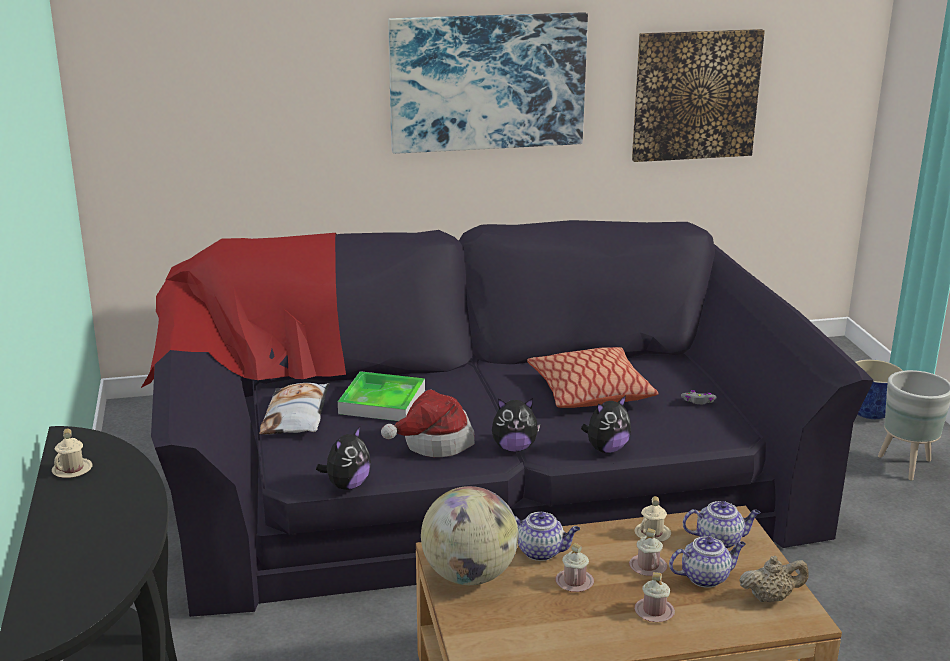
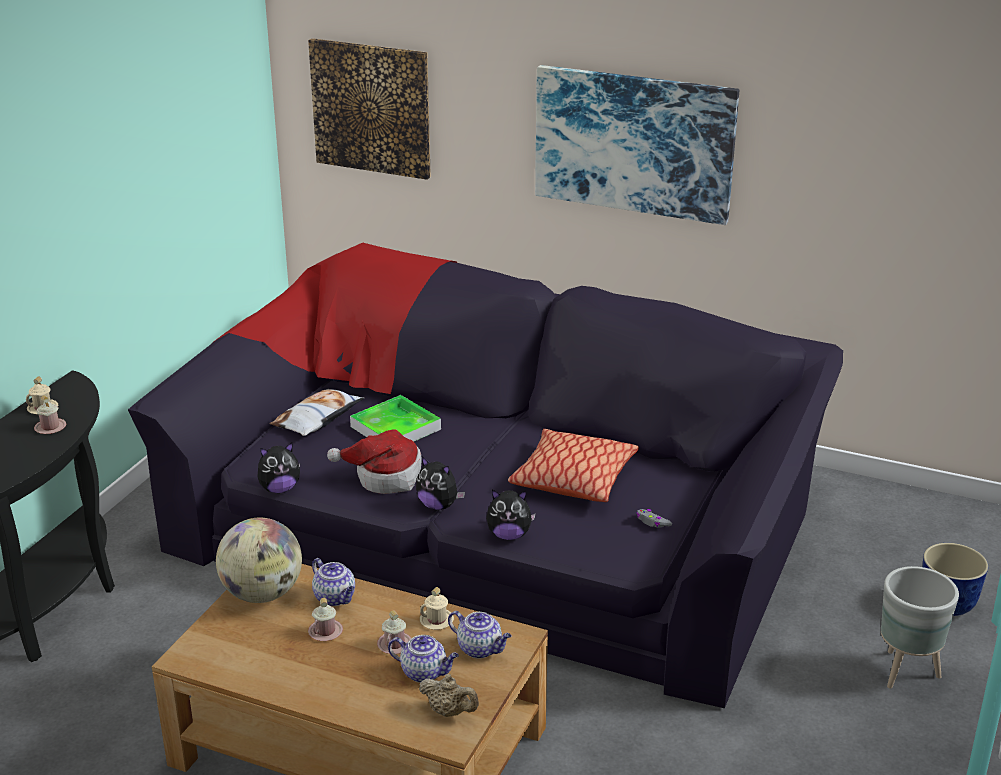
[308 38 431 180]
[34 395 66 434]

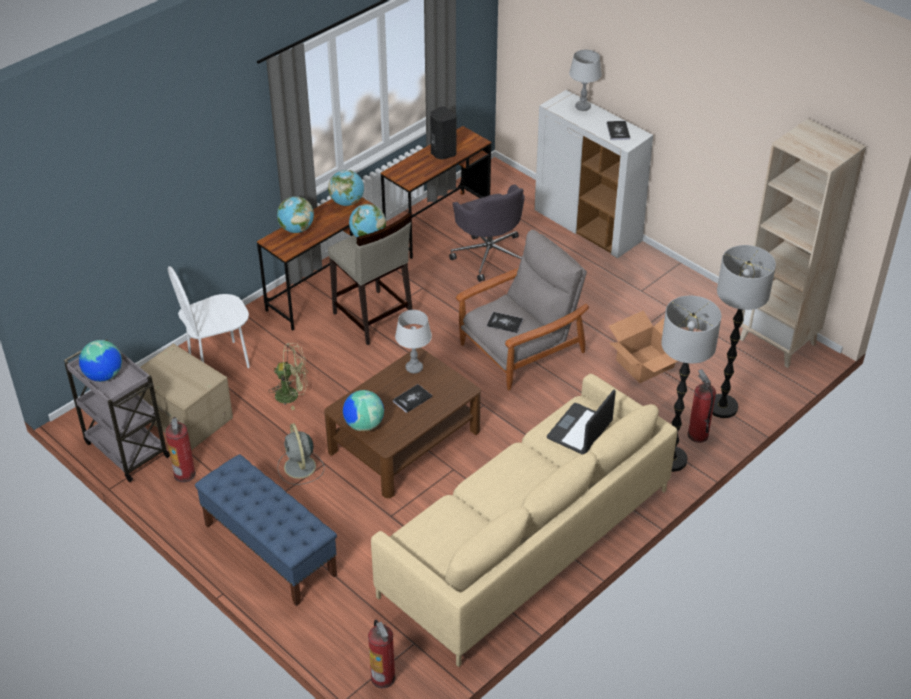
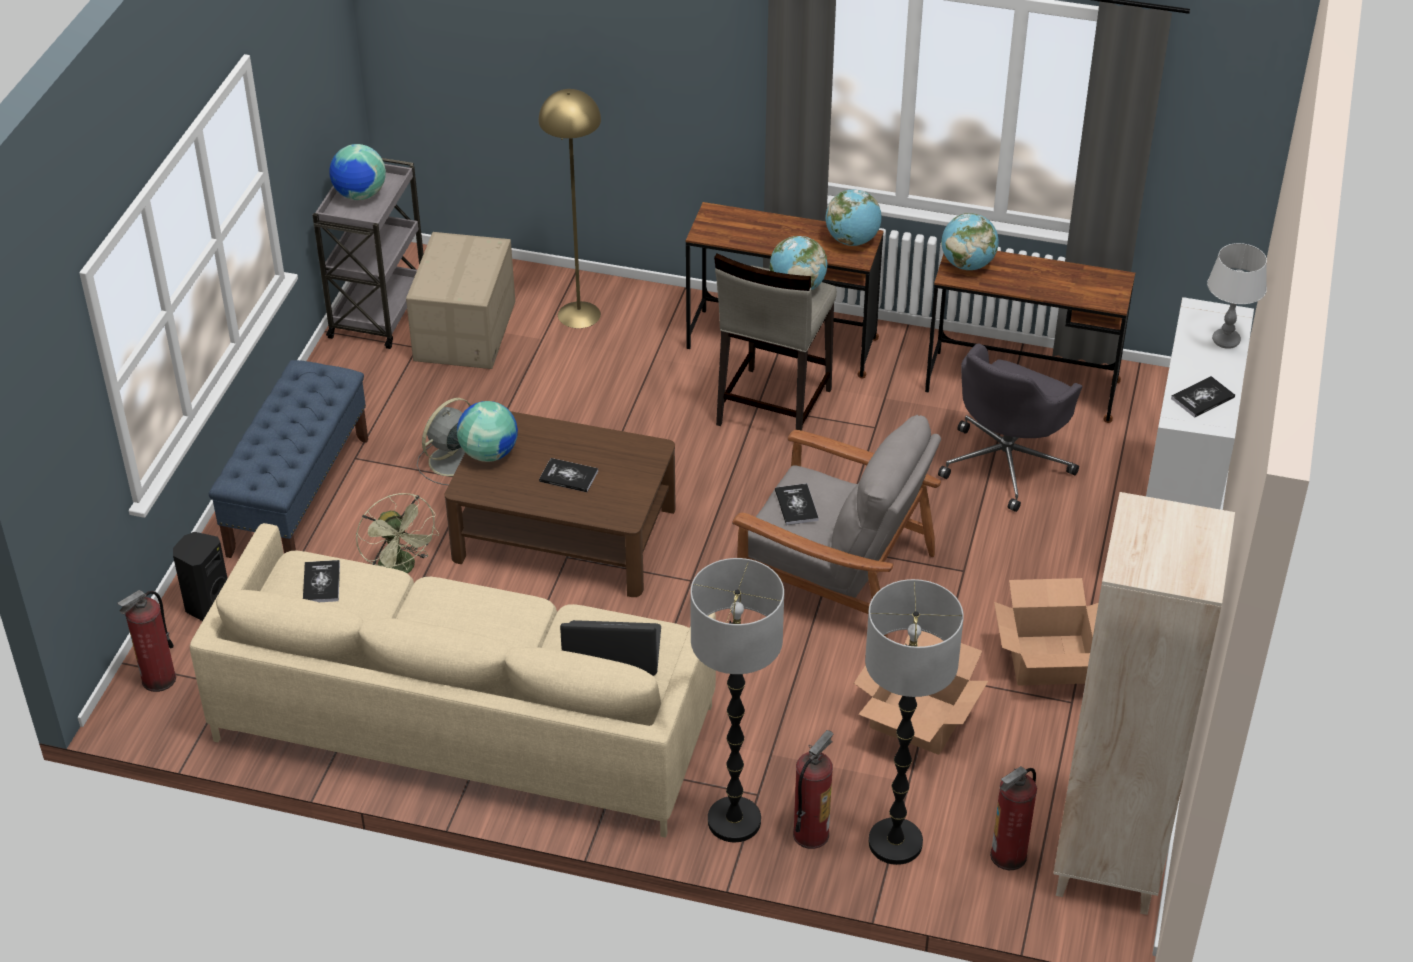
[395 310 432 374] (first image)
[303 560 340 602]
[994 578 1098 686]
[990 766 1037 870]
[356 493 439 573]
[941 213 999 270]
[173 532 228 621]
[539 89 601 328]

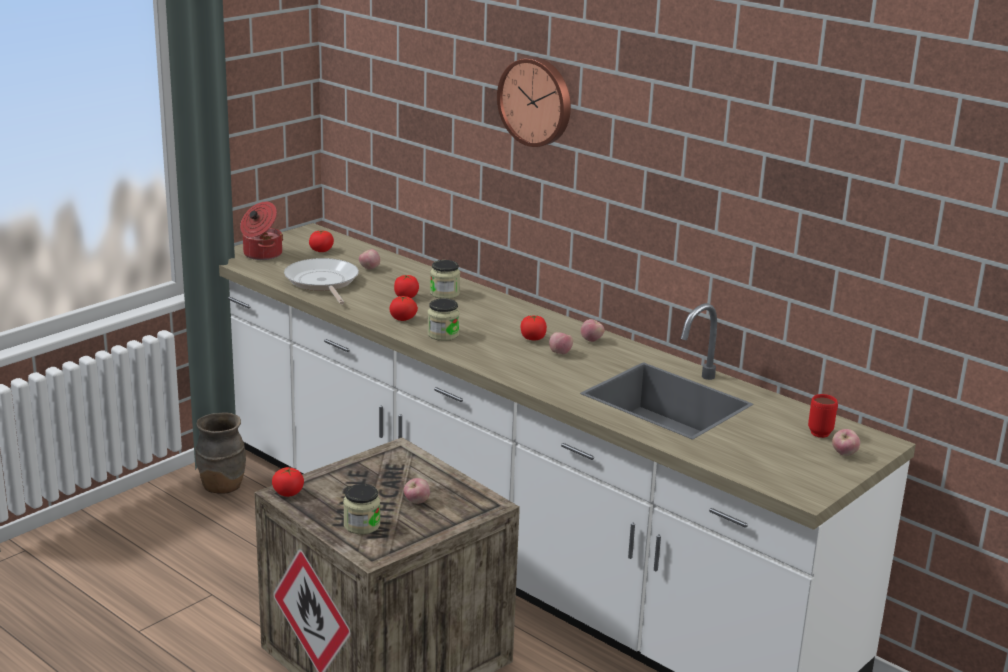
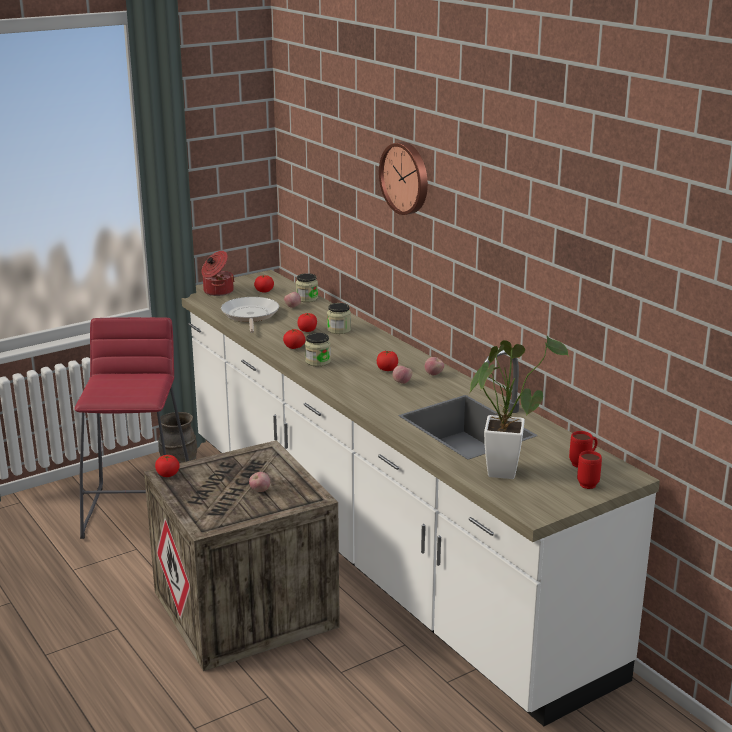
[74 317 189 539]
[469 336 569 479]
[296 273 318 302]
[577 451 602 489]

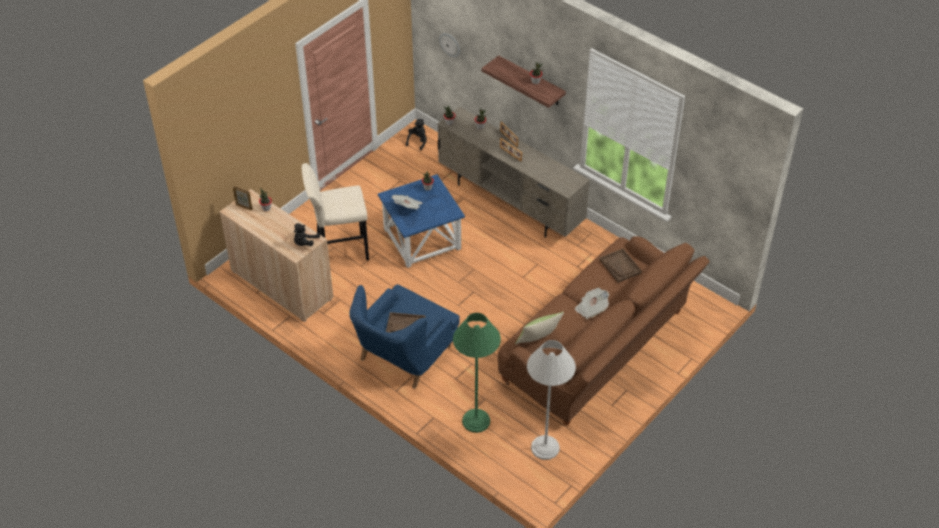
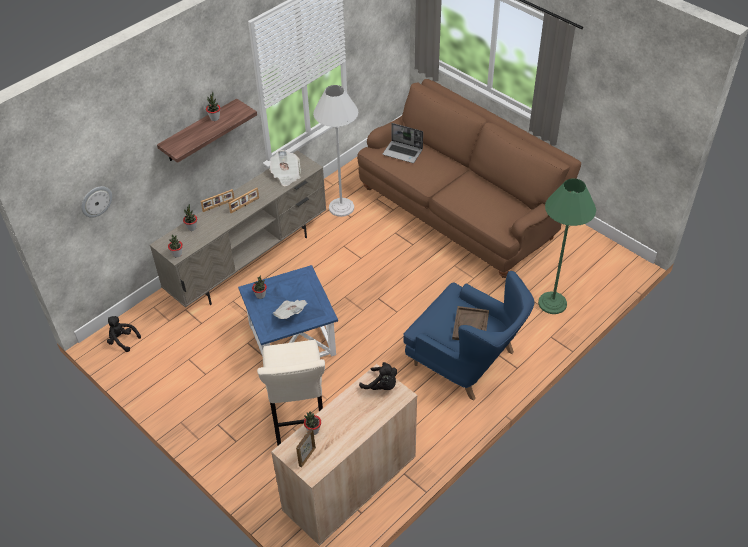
[515 312 564 344] (first image)
[313 85 358 217]
[270 150 301 186]
[383 123 423 163]

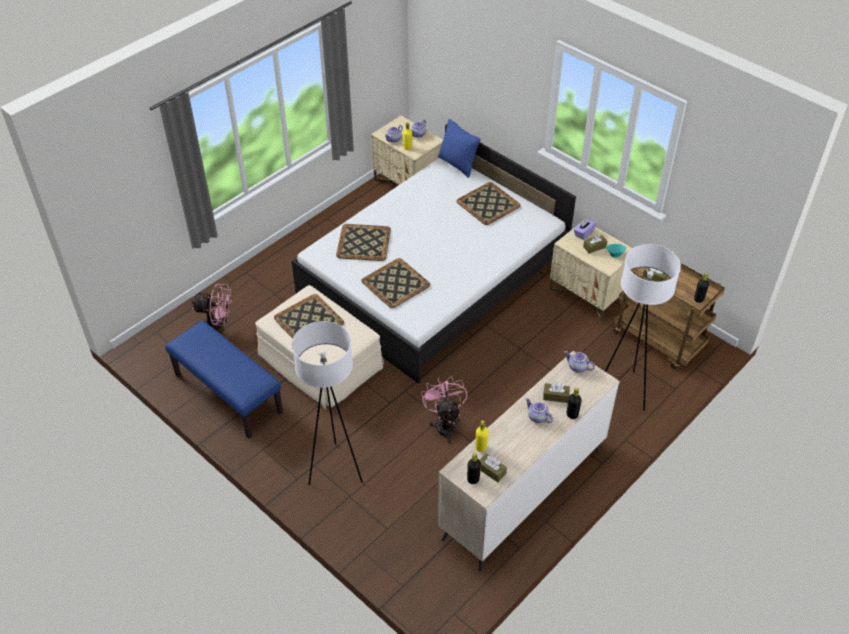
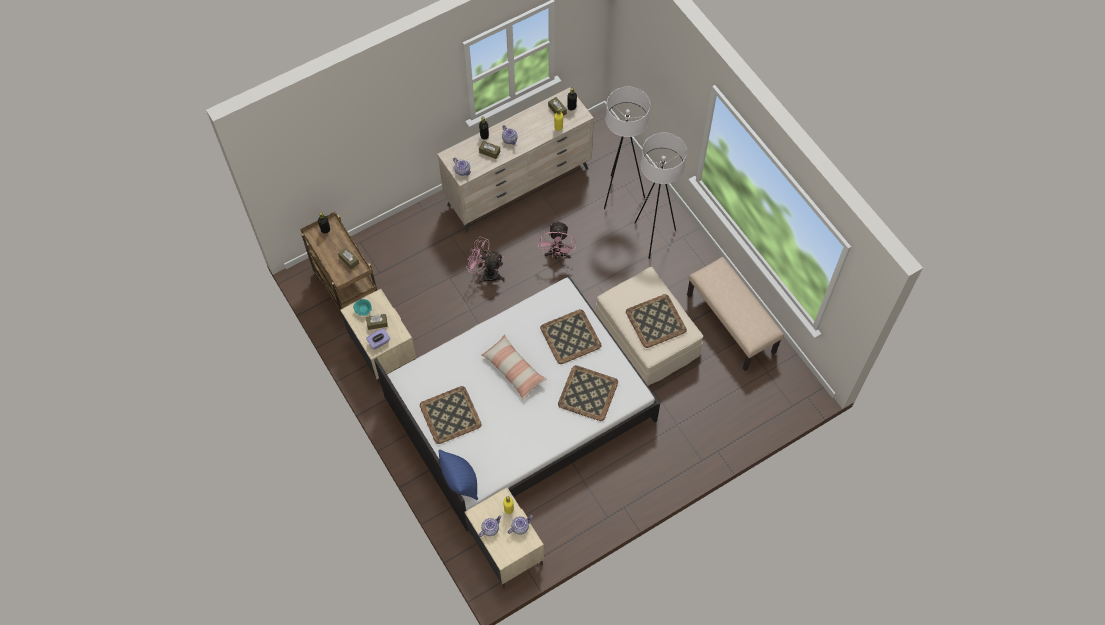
[482 334 547 401]
[466 237 505 284]
[604 87 650 209]
[687 257 784 371]

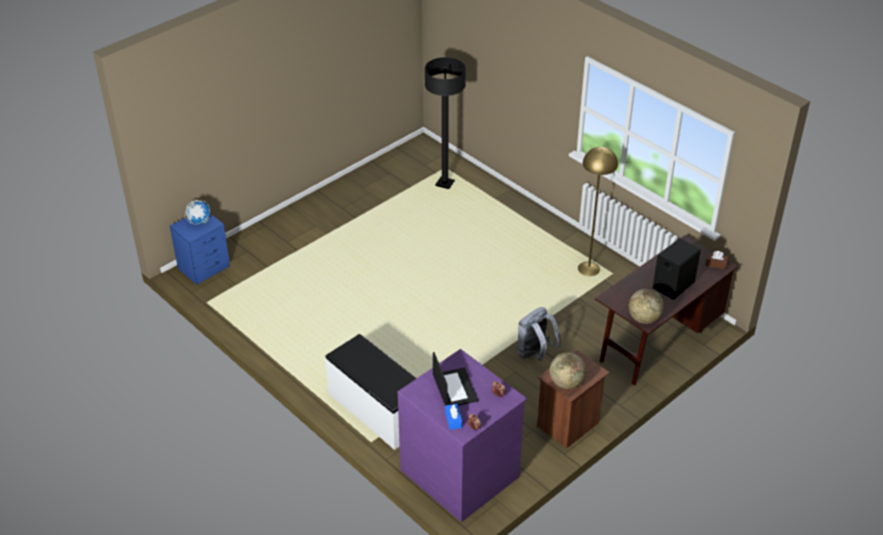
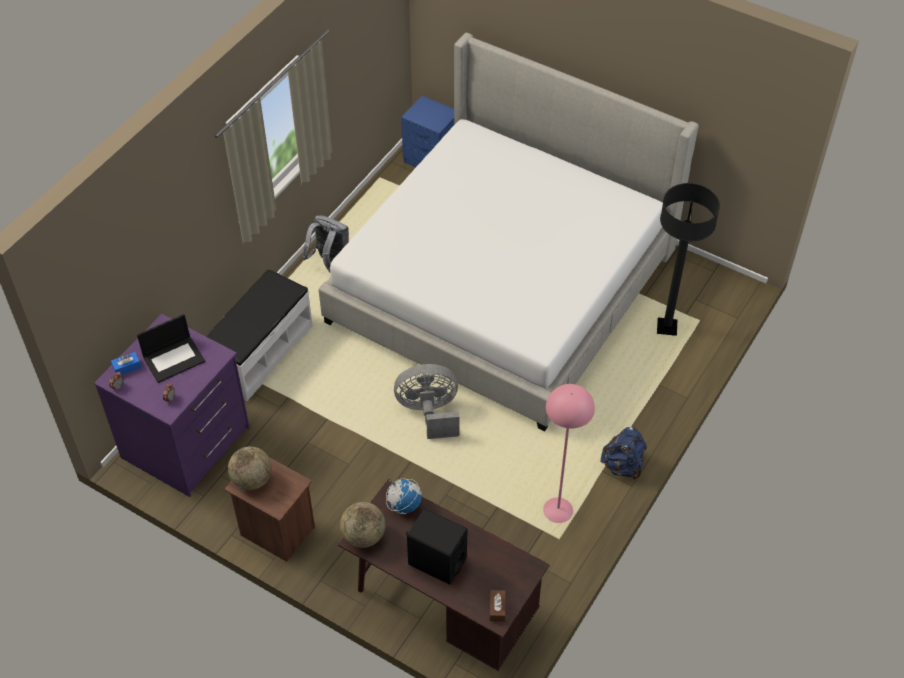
[319 33 699 432]
[394 364 460 439]
[601 427 647 480]
[386 478 422 514]
[303 215 349 273]
[543 384 595 523]

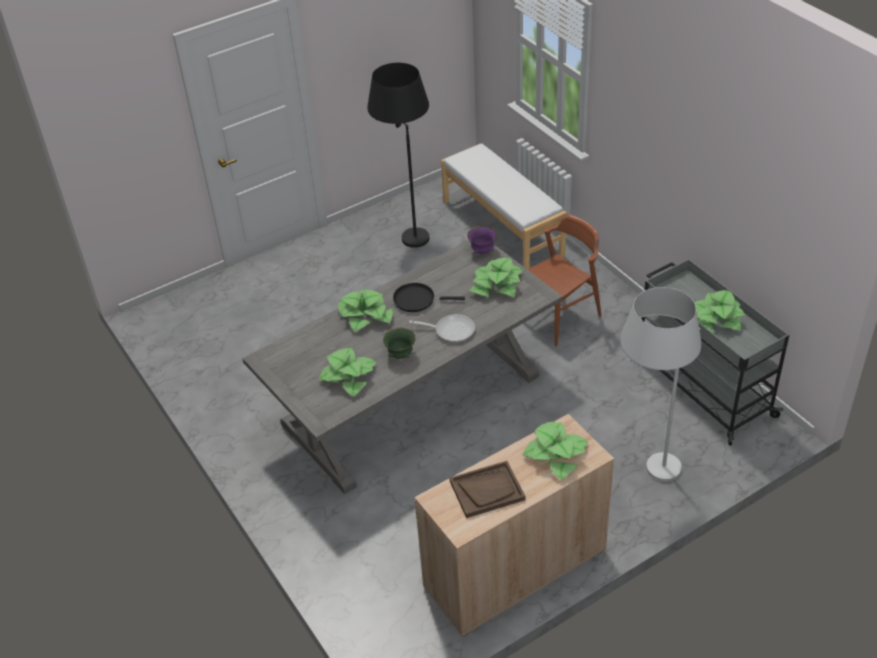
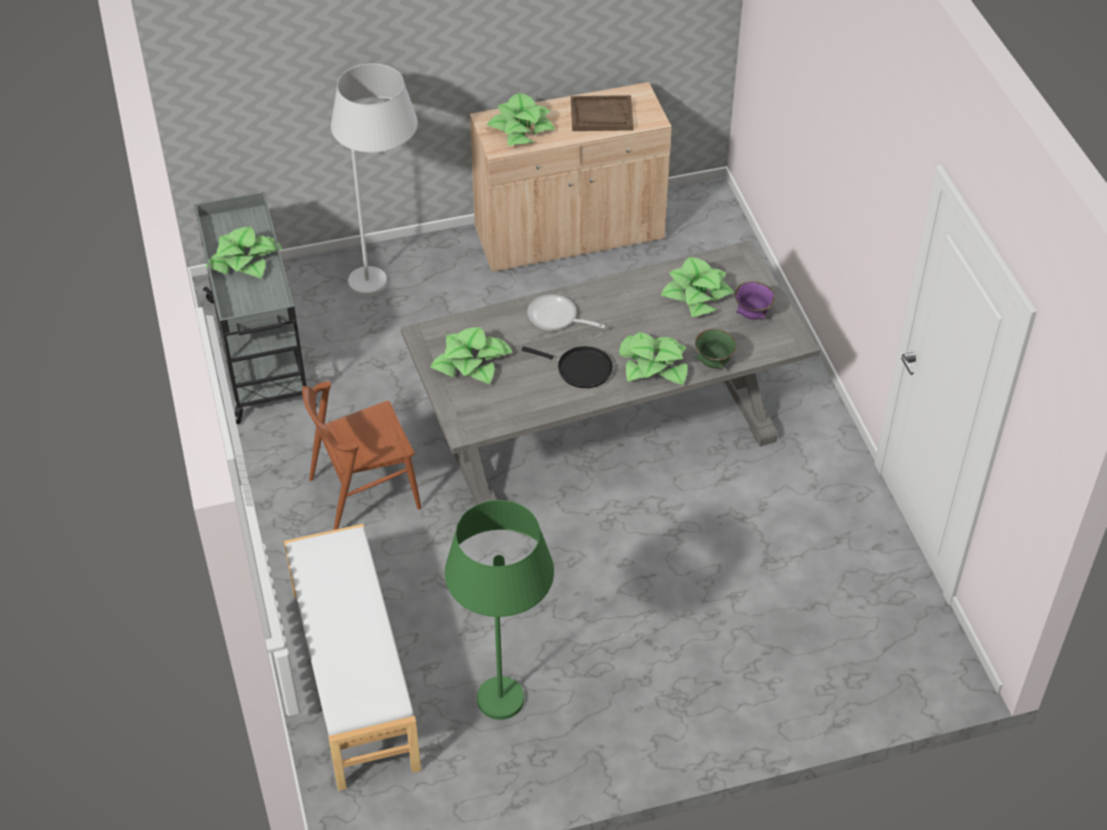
[695 329 736 370]
[734 281 775 320]
[445 500 554 720]

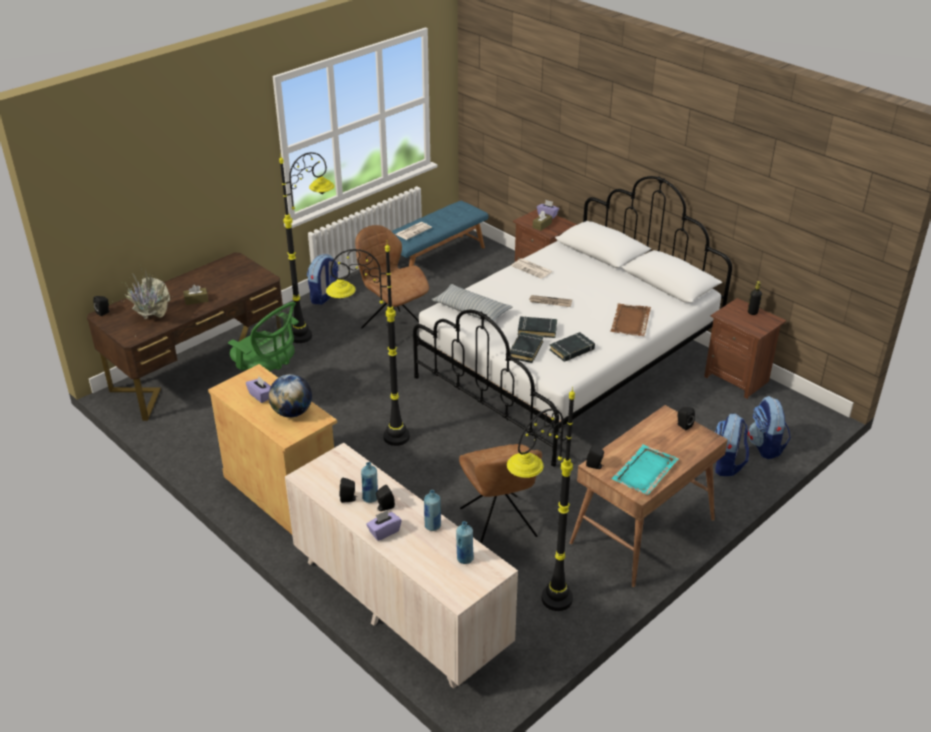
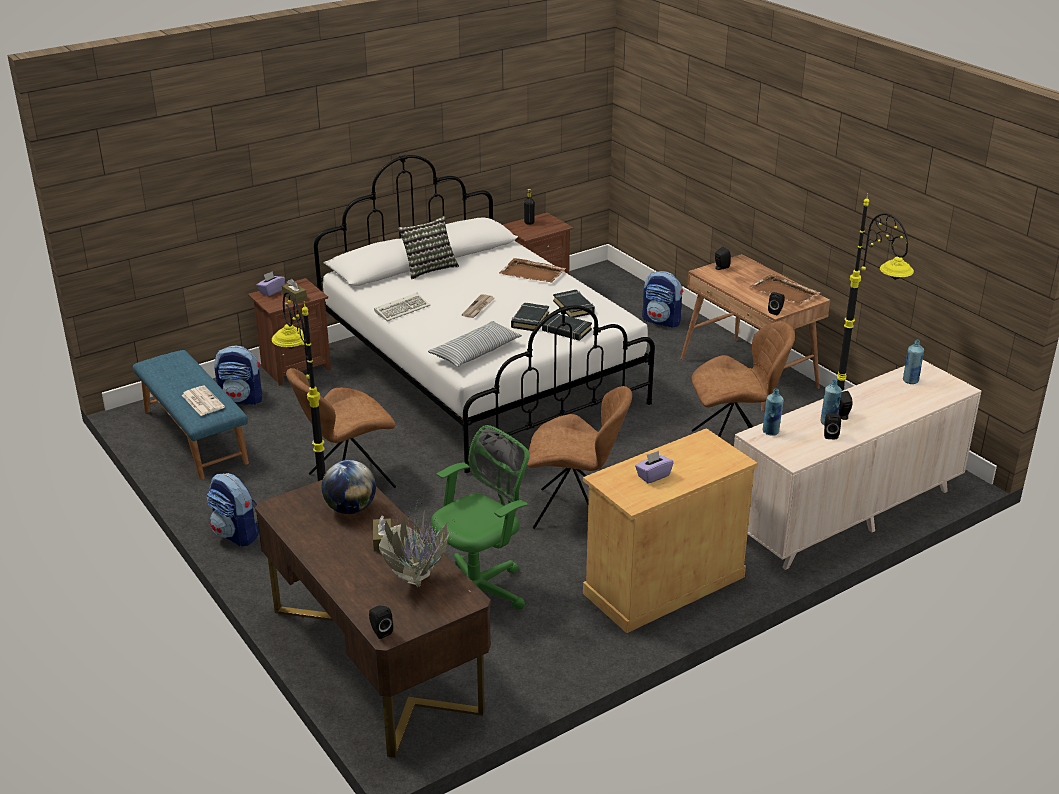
[366 510 401 541] (first image)
[398 216 459 279]
[322 460 376 514]
[763 389 784 436]
[214 345 262 405]
[527 386 632 529]
[374 293 430 321]
[749 274 821 305]

